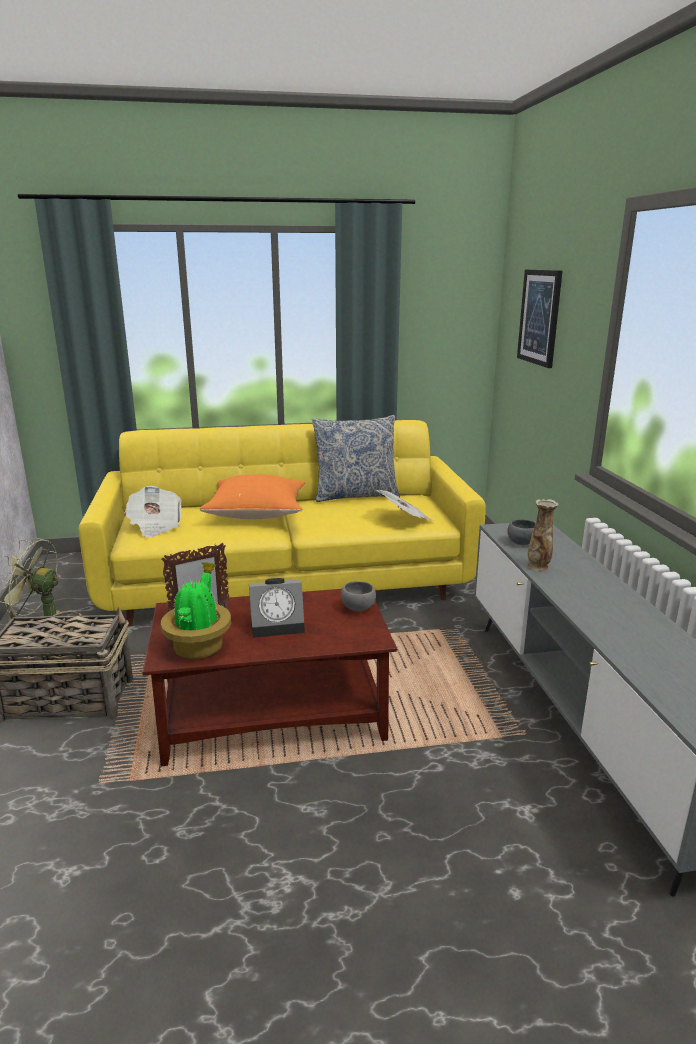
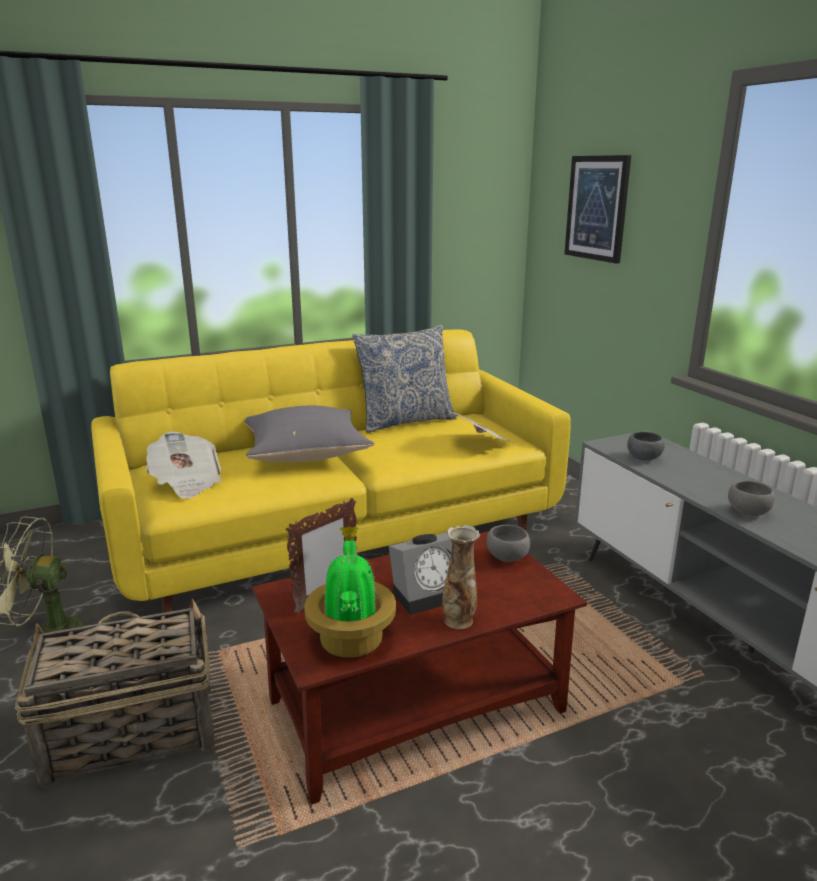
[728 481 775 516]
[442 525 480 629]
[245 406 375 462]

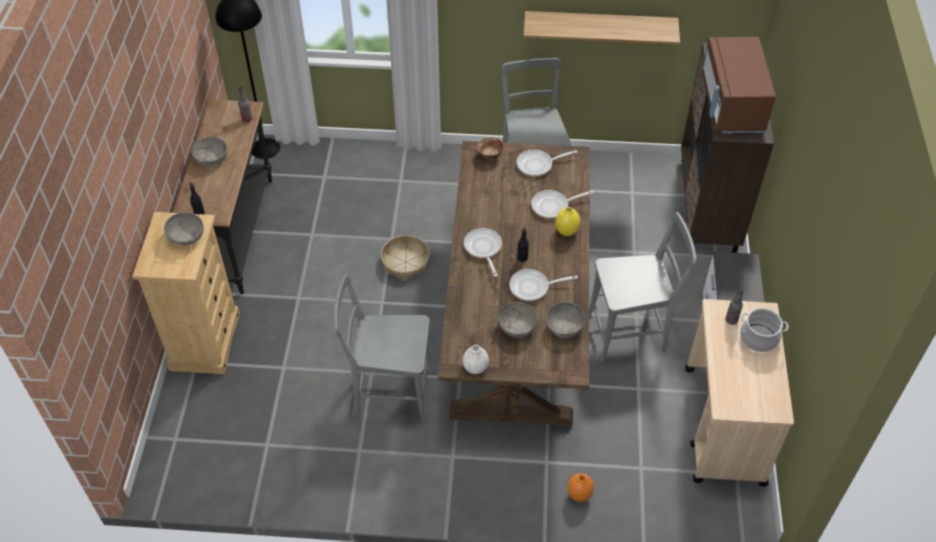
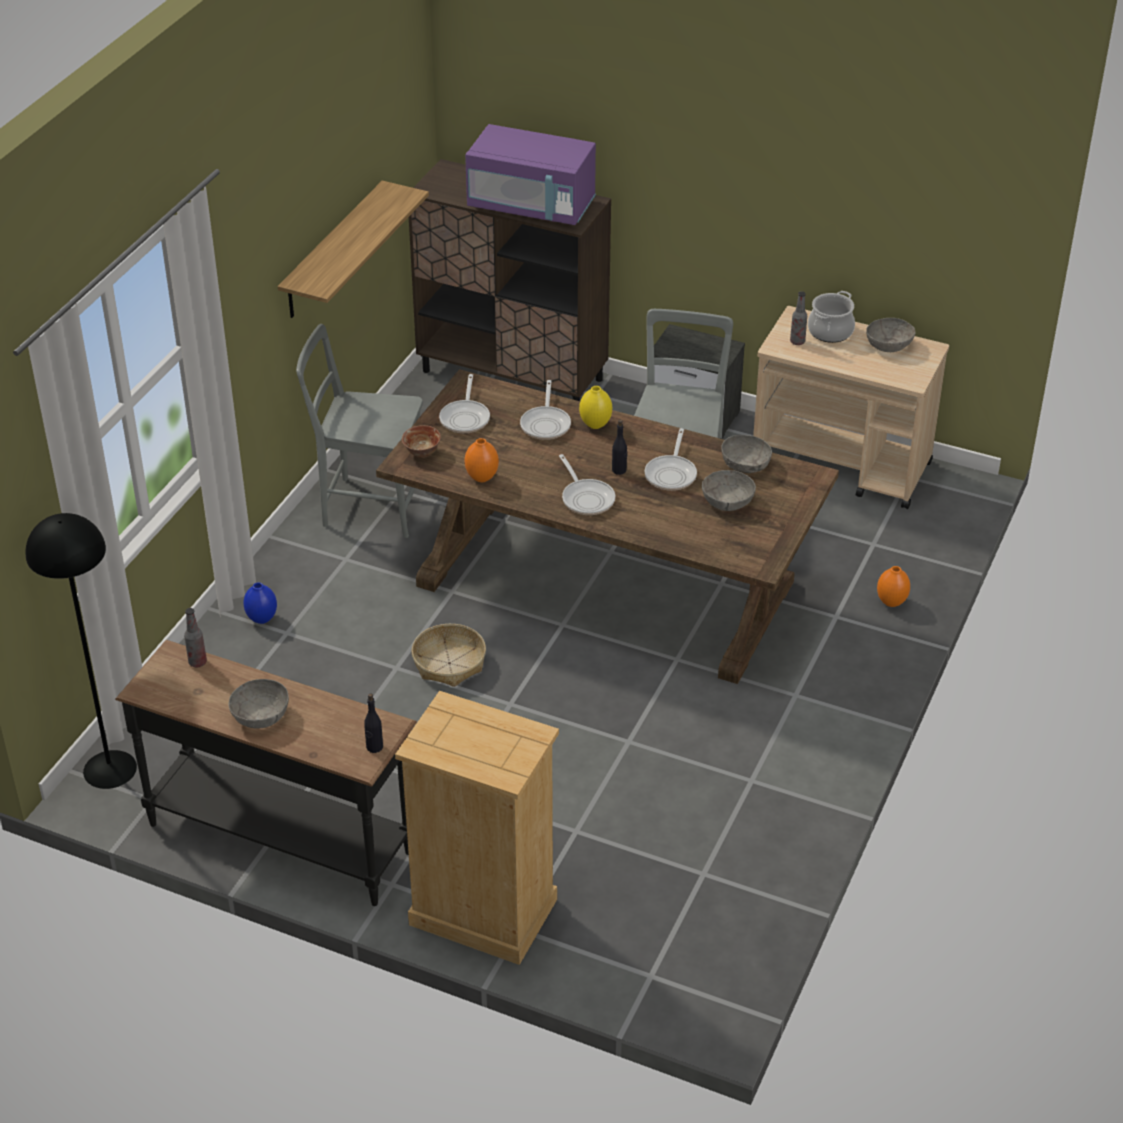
[333 274 432 421] (first image)
[462 345 489 374] (first image)
[243 582 277 624]
[465 438 499 482]
[866 318 915 352]
[465 124 596 225]
[559 454 615 515]

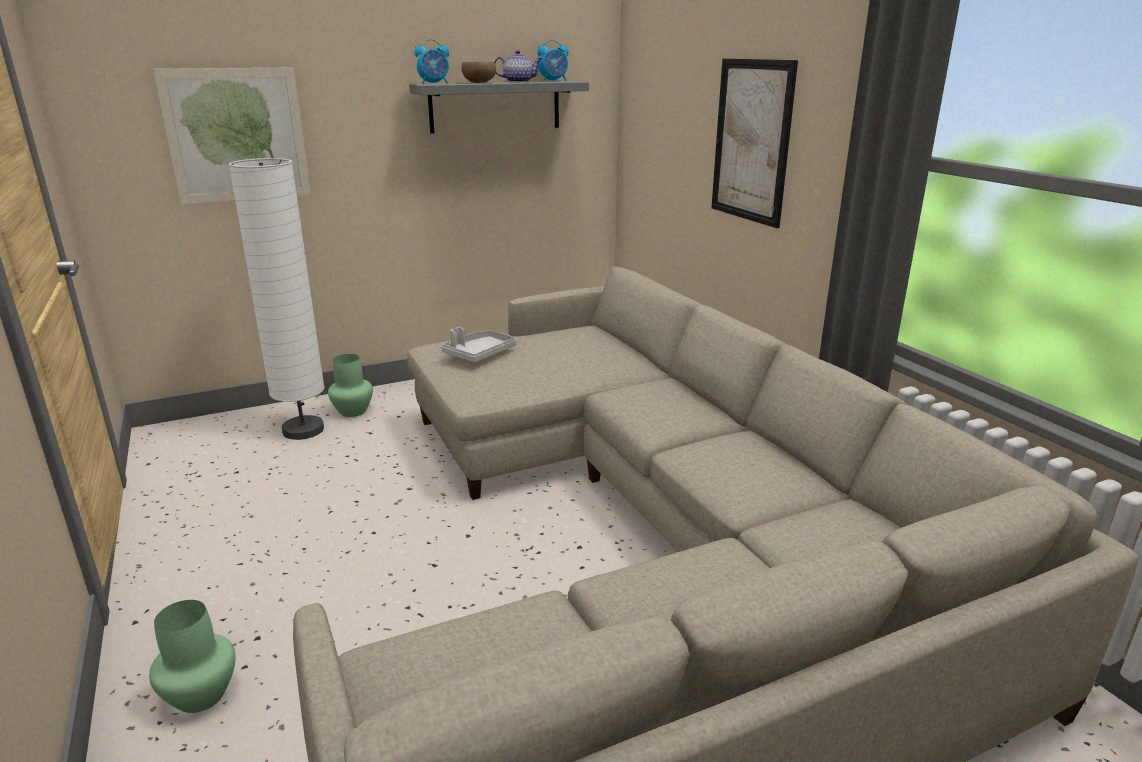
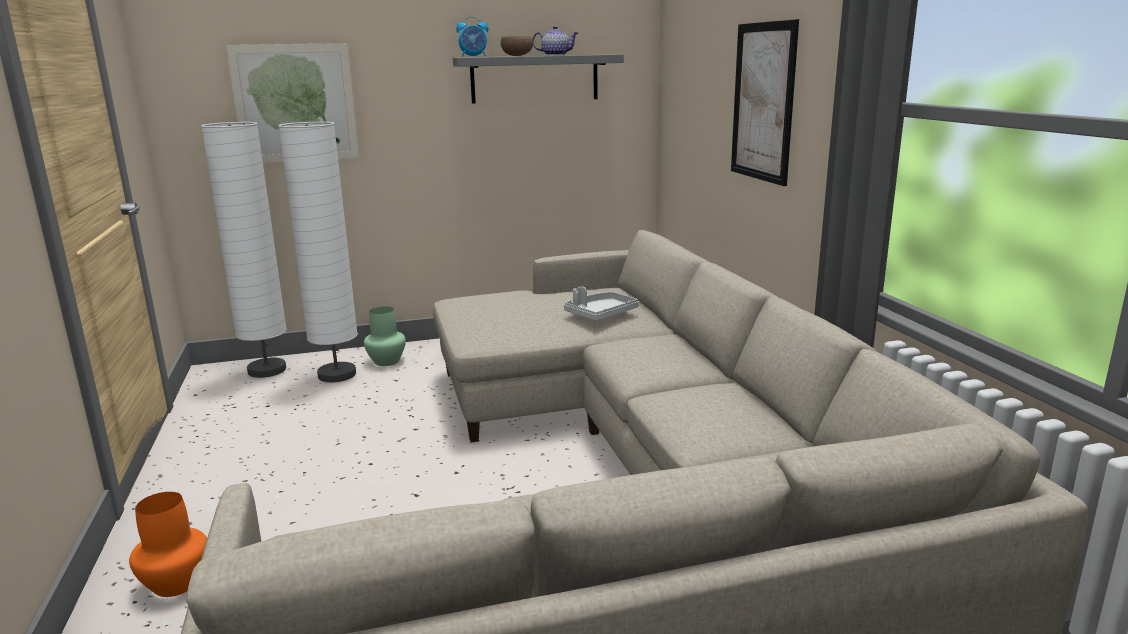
[537 40 569 81] (first image)
[201 122 287 378]
[564 287 639 321]
[129 492 207 597]

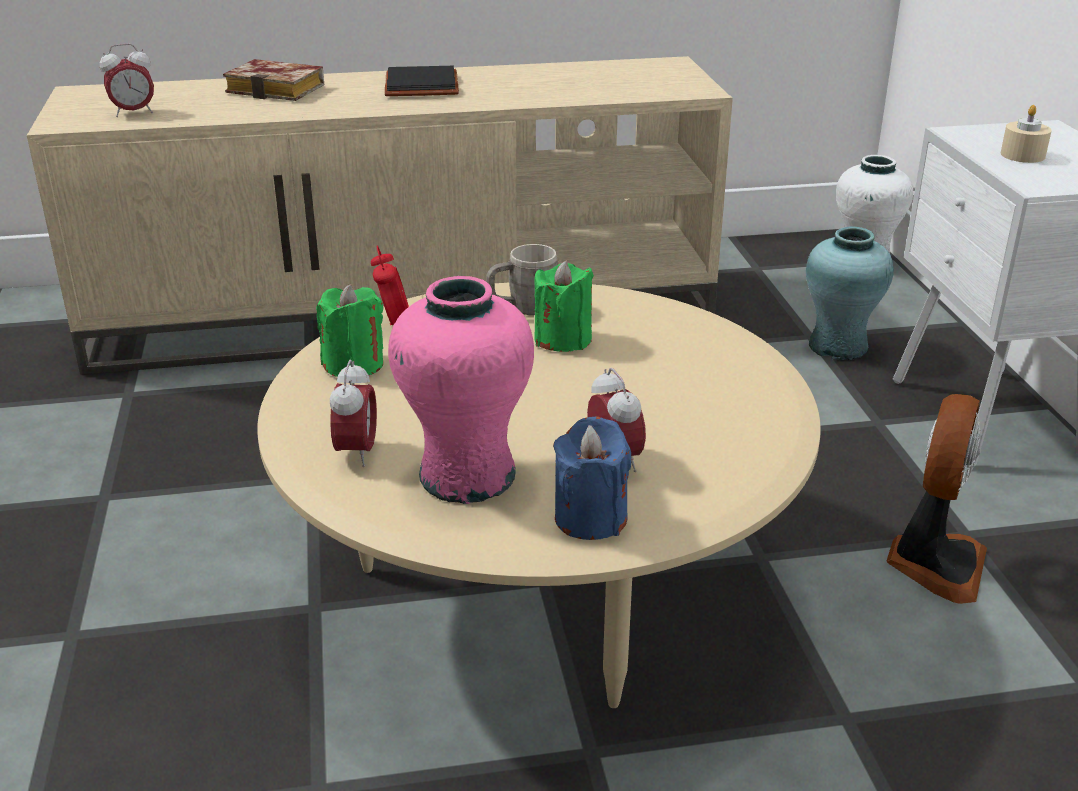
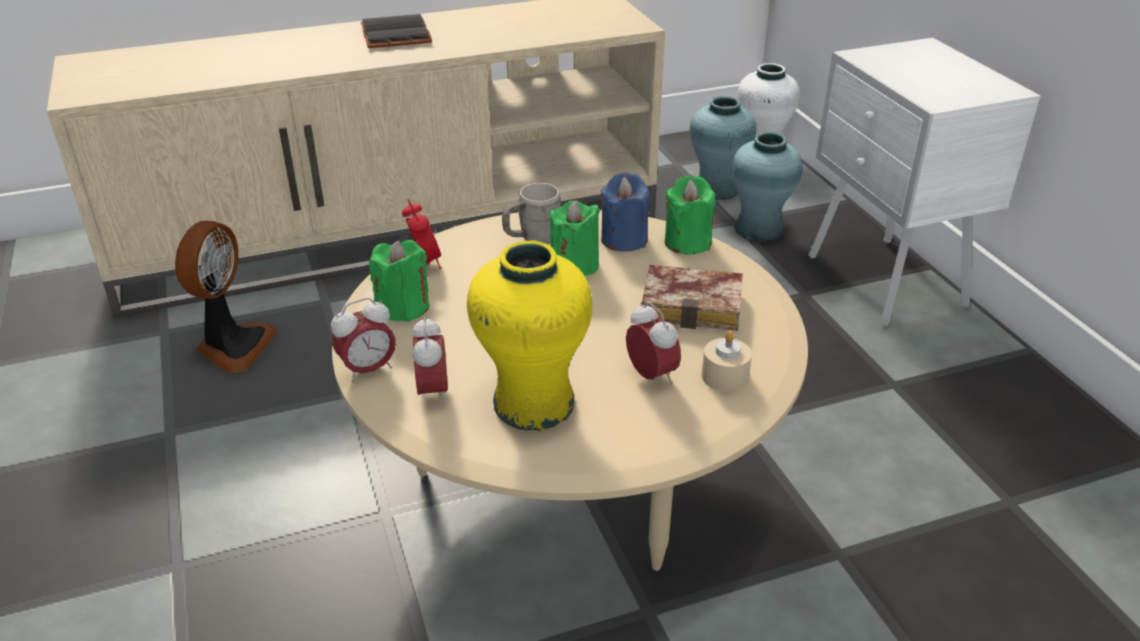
[665 175 715 255]
[689 96 756 200]
[331 298 396 382]
[642 265 743 331]
[601 173 650 252]
[175 221 278 373]
[702 331 752 391]
[467 241 593 431]

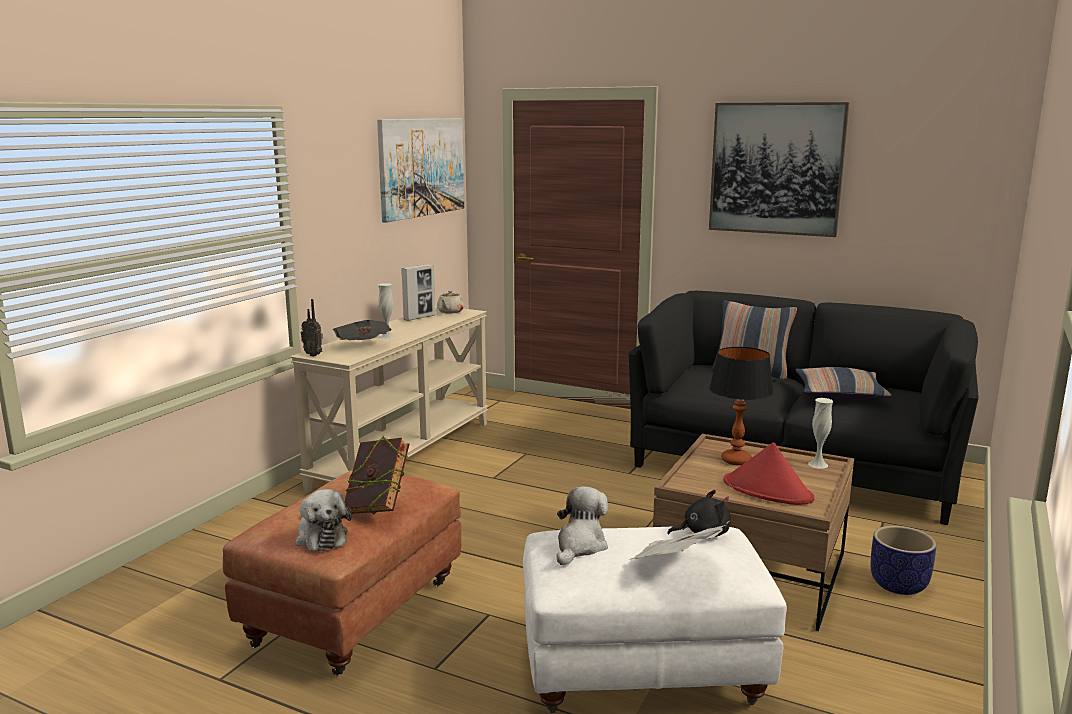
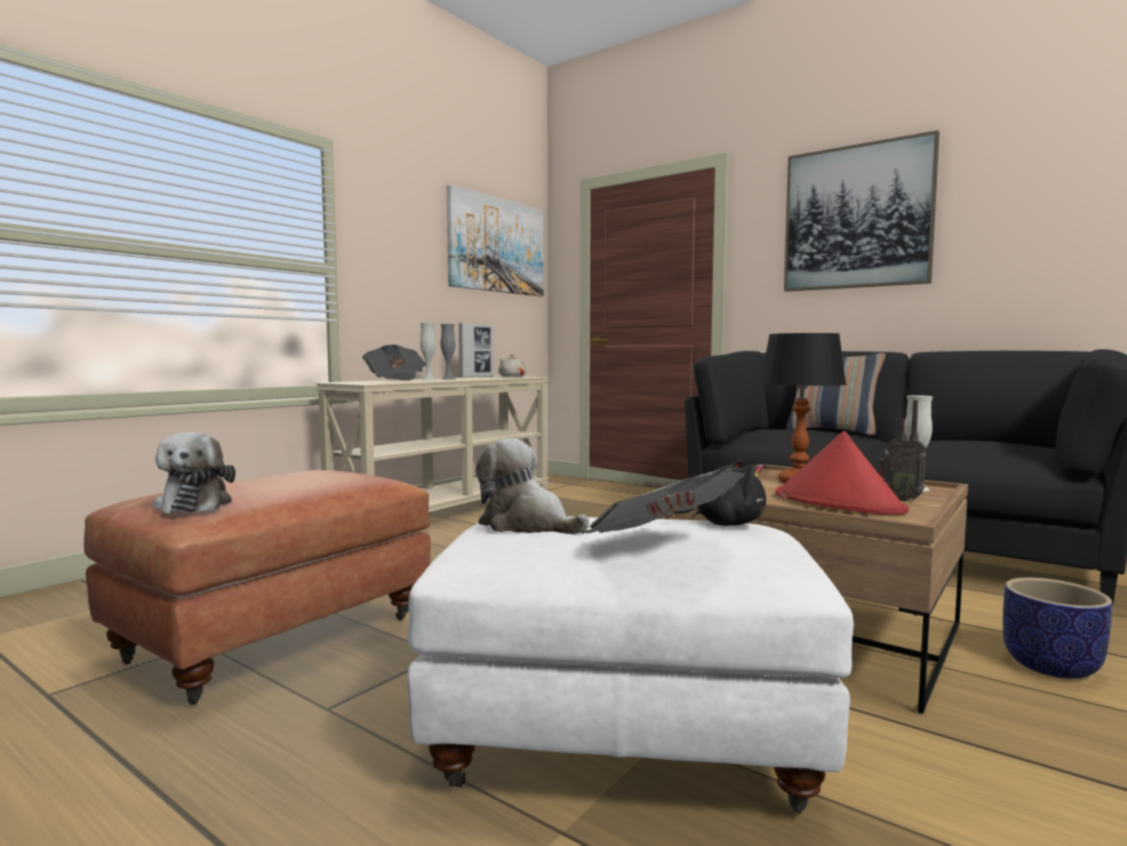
[344 436 409 515] (first image)
[795 367 892 400] (first image)
[440 324 456 380]
[879 400 927 502]
[475 438 589 535]

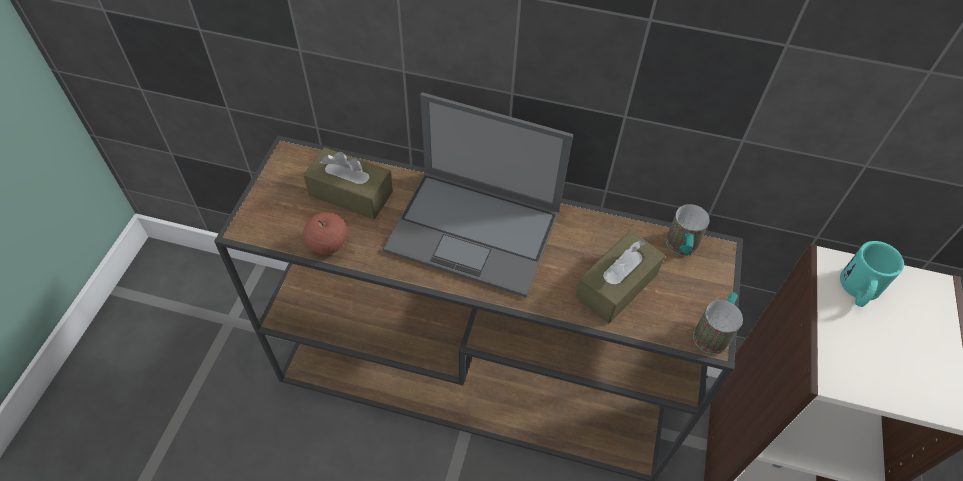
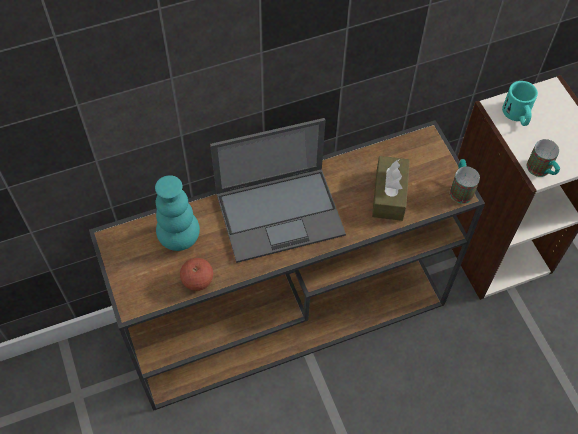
[527 139 560 177]
[155 175 200 251]

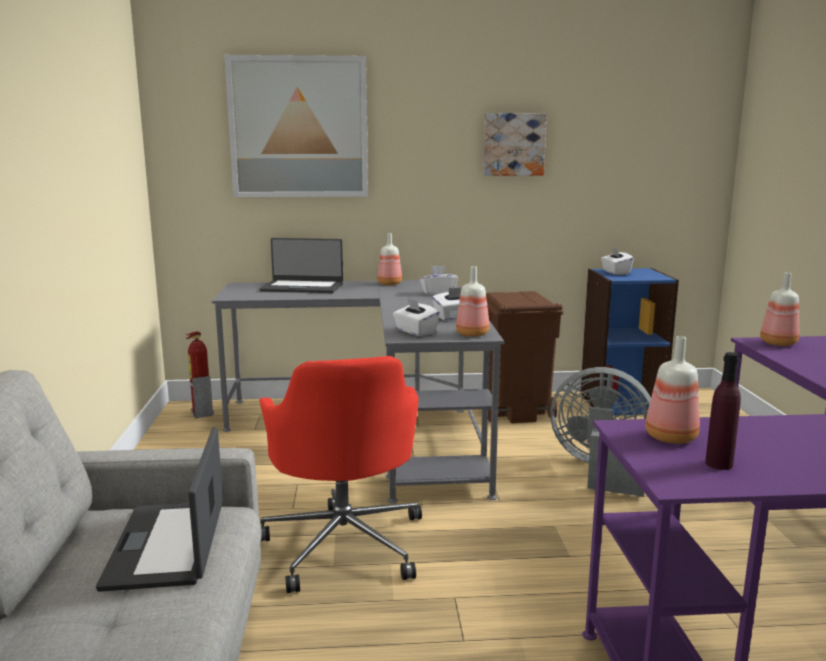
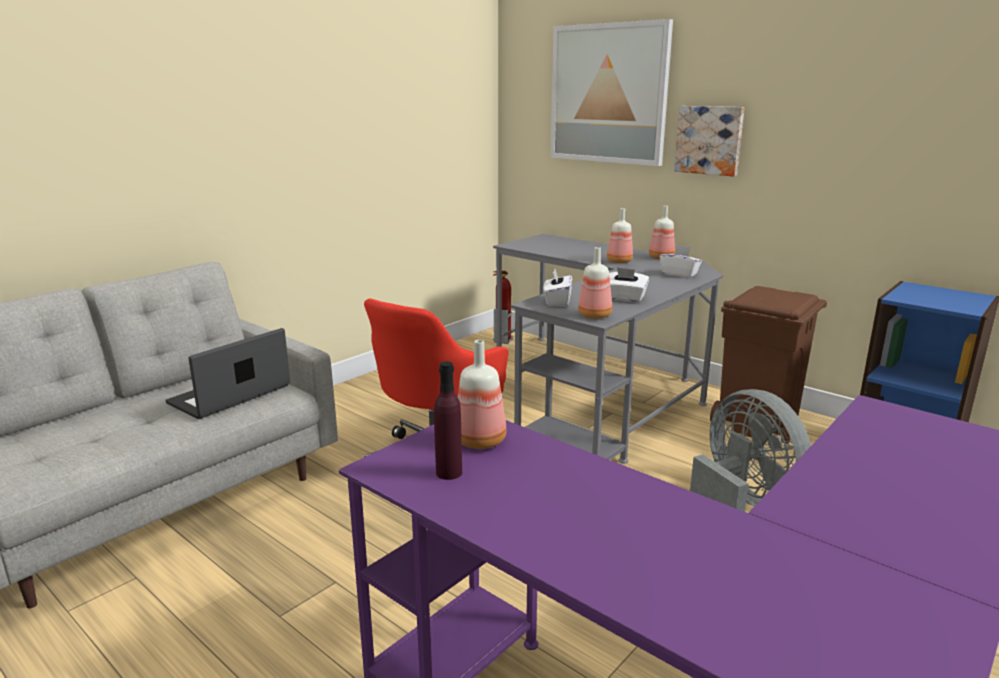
[259 238 343 293] (first image)
[601 247 634 275] (first image)
[674 106 744 176]
[607 208 633 263]

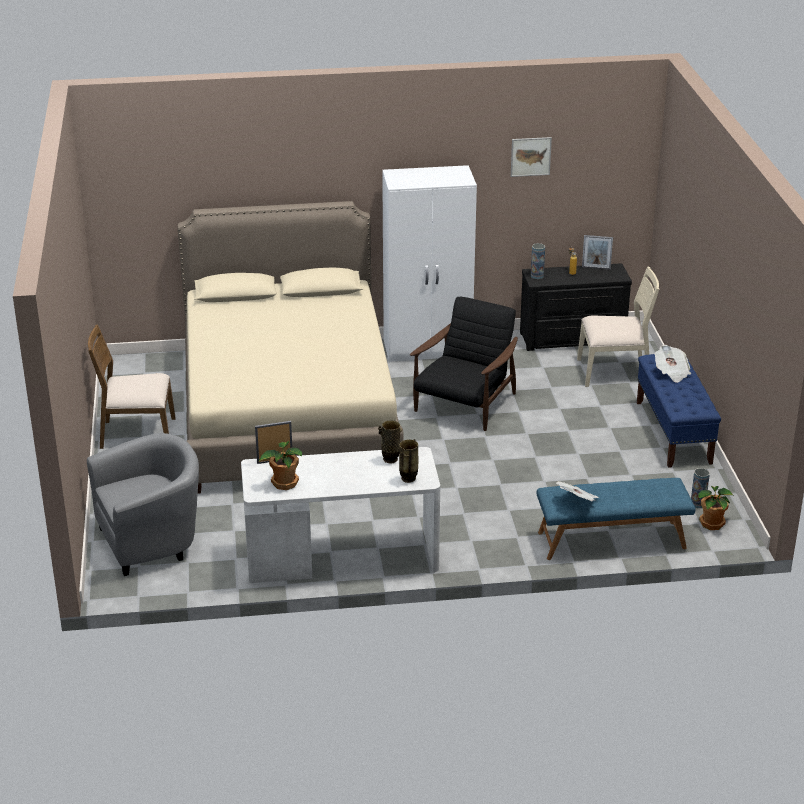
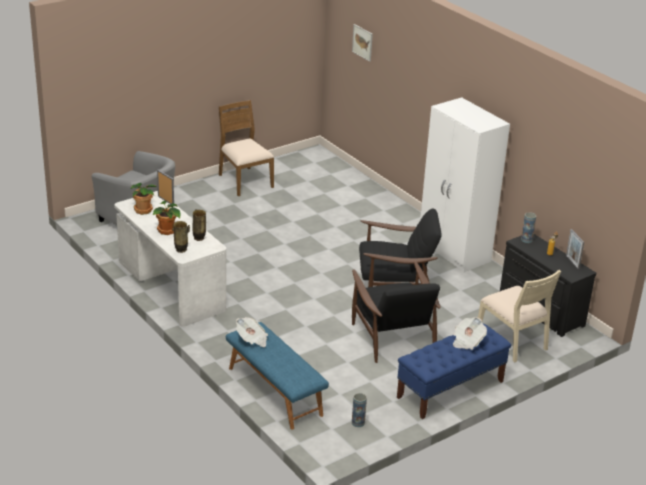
[177 201 404 494] (first image)
[352 261 441 363]
[352 24 373 62]
[153 201 181 235]

